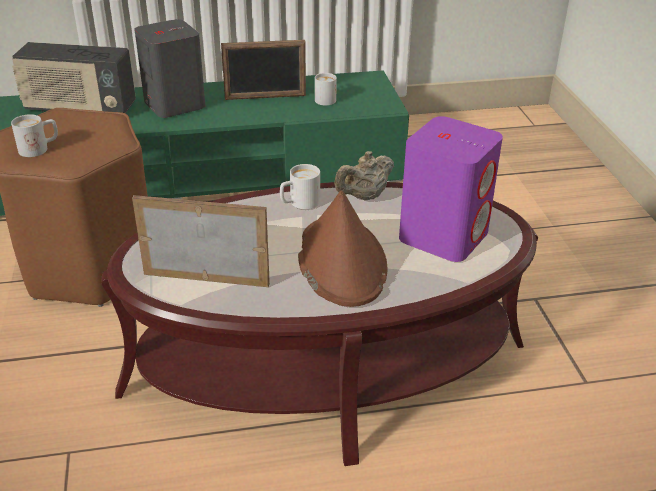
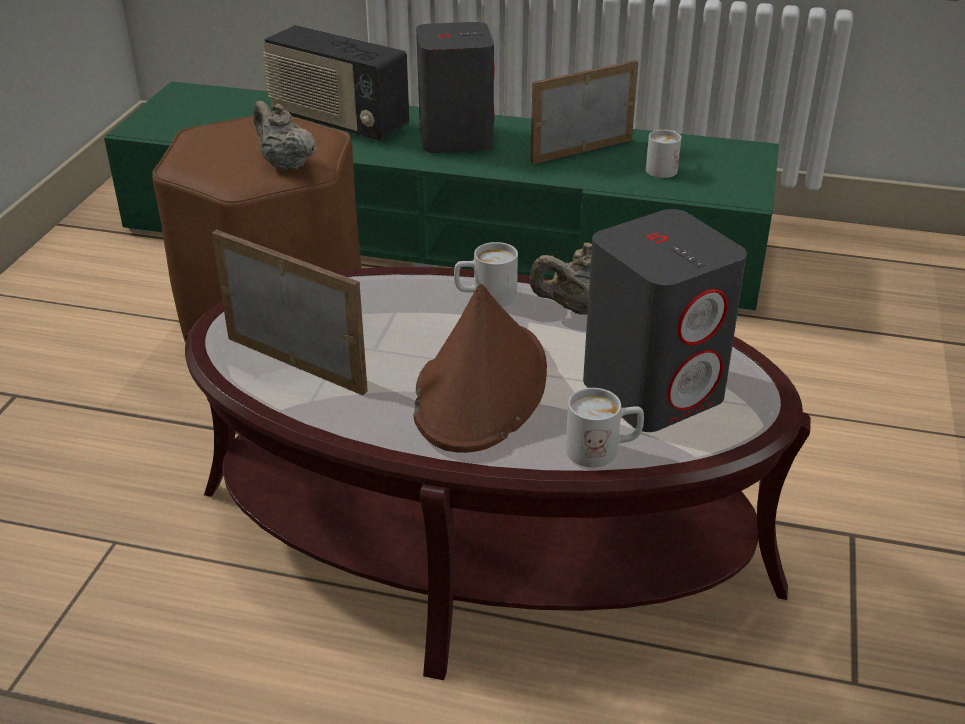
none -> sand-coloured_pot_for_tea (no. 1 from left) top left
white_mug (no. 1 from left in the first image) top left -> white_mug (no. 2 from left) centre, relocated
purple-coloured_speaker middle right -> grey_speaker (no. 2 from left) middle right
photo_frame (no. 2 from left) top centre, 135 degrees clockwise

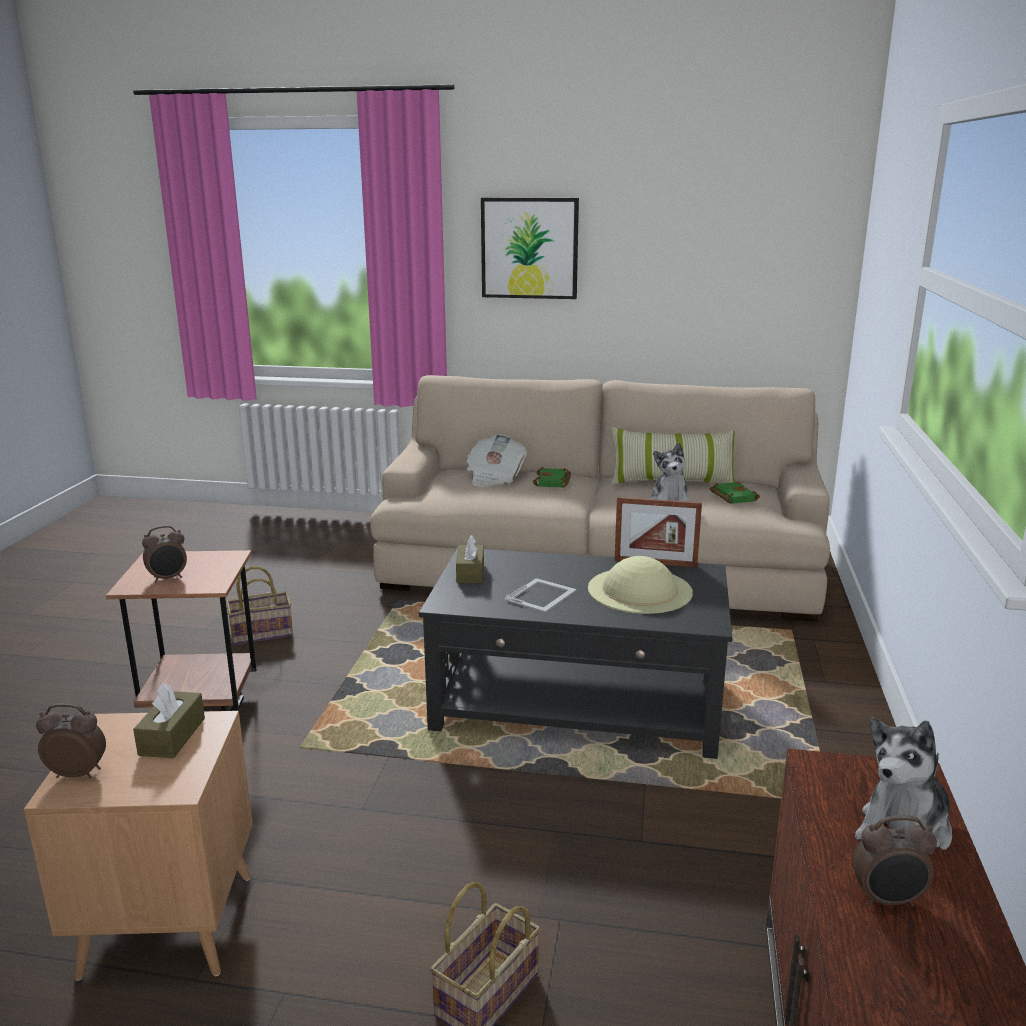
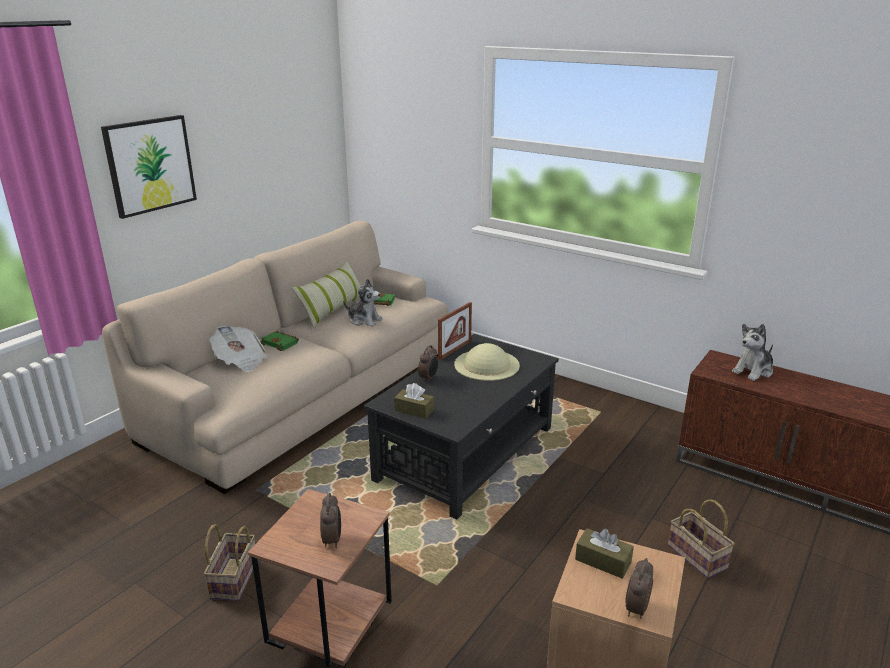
photo_frame (no. 1 from left) centre -> none
bedside_clock (no. 3 from left in the first image) bottom right -> bedside_clock (no. 2 from left) centre, relocated
cuddly_toy (no. 2 from left) bottom right -> cuddly_toy (no. 2 from left) middle right, 75 degrees clockwise

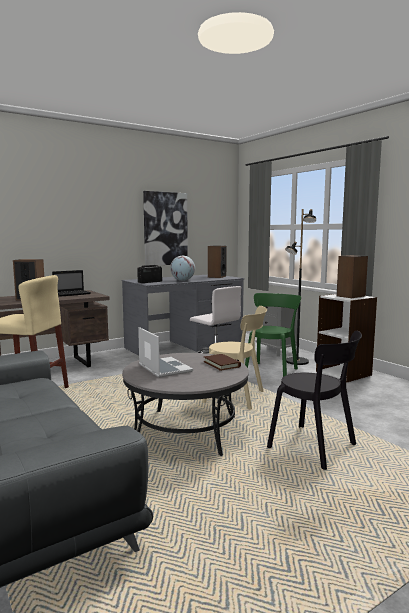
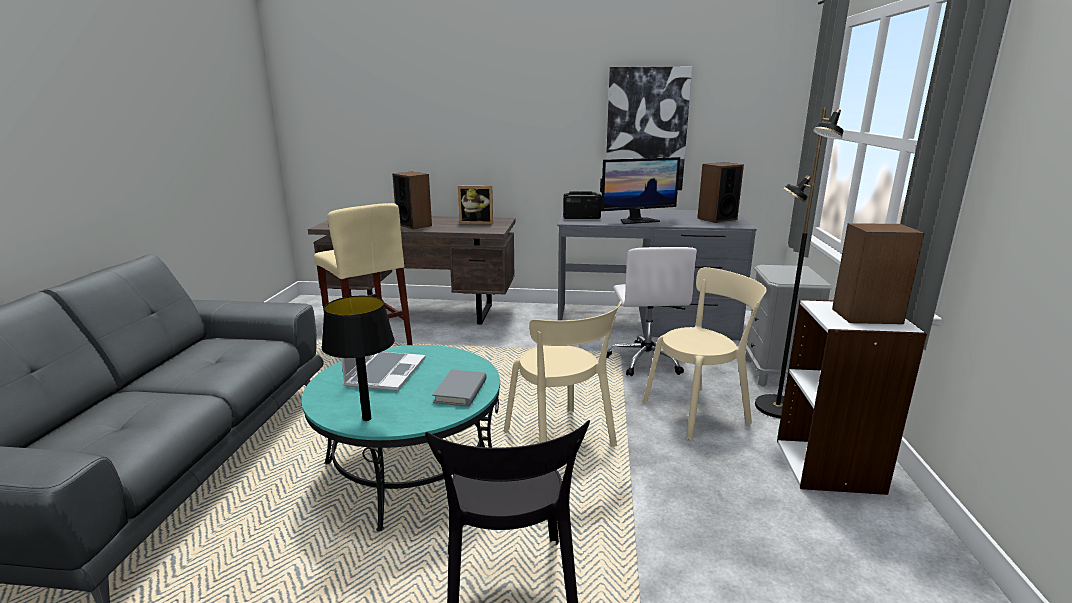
none -> black-coloured_lamp_for_a_table centre
portable_computer (no. 1 from left) middle left -> photo_frame centre
globe centre -> monitor top centre
grey_lounge_table centre -> turquoise-coloured_lounge_table bottom centre
brown-coloured_bound_book centre -> grey_bound_book centre
green_plain_chair middle right -> sand-coloured_plain_chair (no. 2 from left) centre

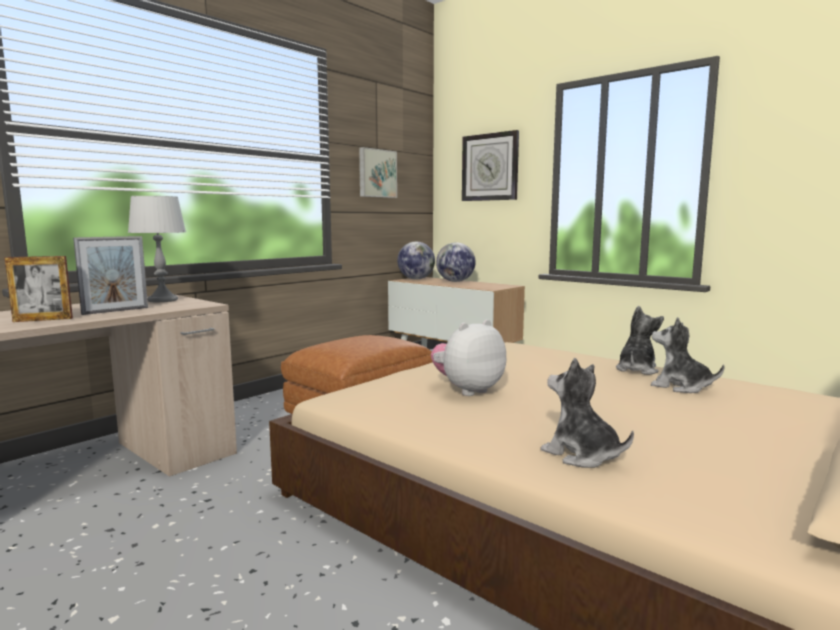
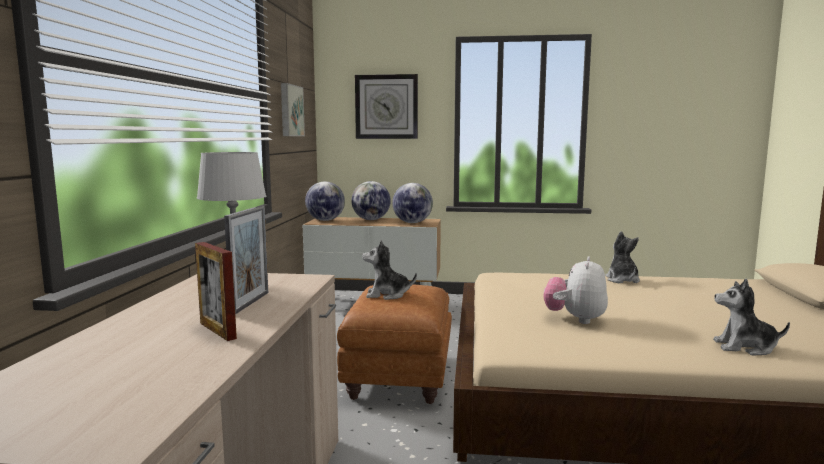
none -> globe (no. 3 from left) centre
cuddly_toy (no. 4 from left in the first image) middle right -> cuddly_toy (no. 1 from left) centre, relocated
photo_frame (no. 1 from left) middle left, 105 degrees clockwise

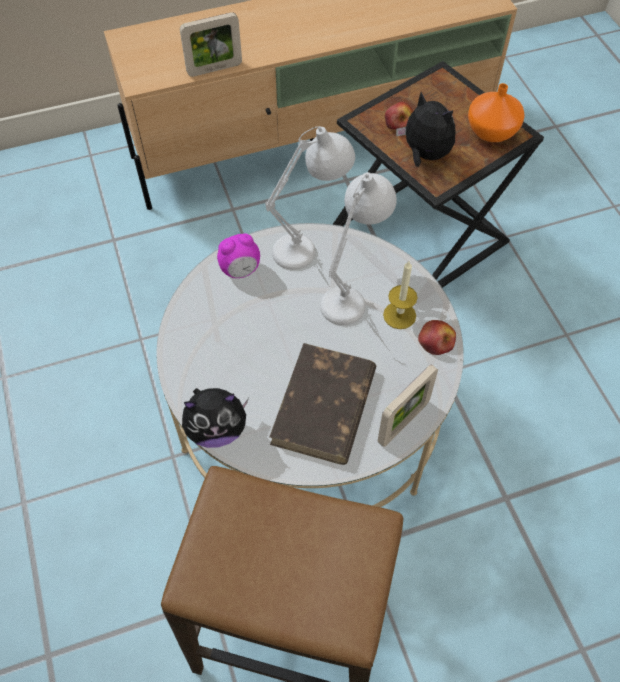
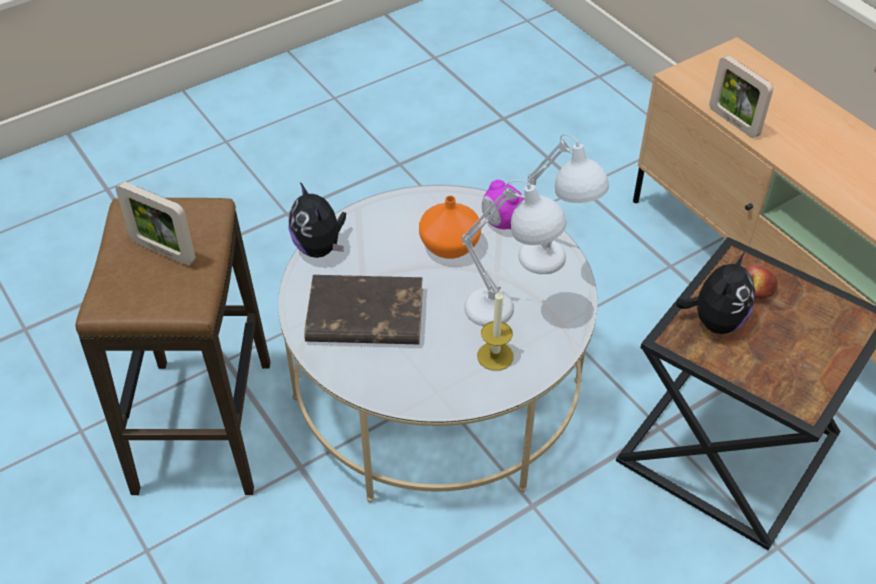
apple_fruit (no. 2 from left) middle right -> none
photo_frame (no. 2 from left in the first image) centre -> photo_frame (no. 1 from left) middle left, relocated
orange-coloured_vase top right -> orange-coloured_vase centre, relocated

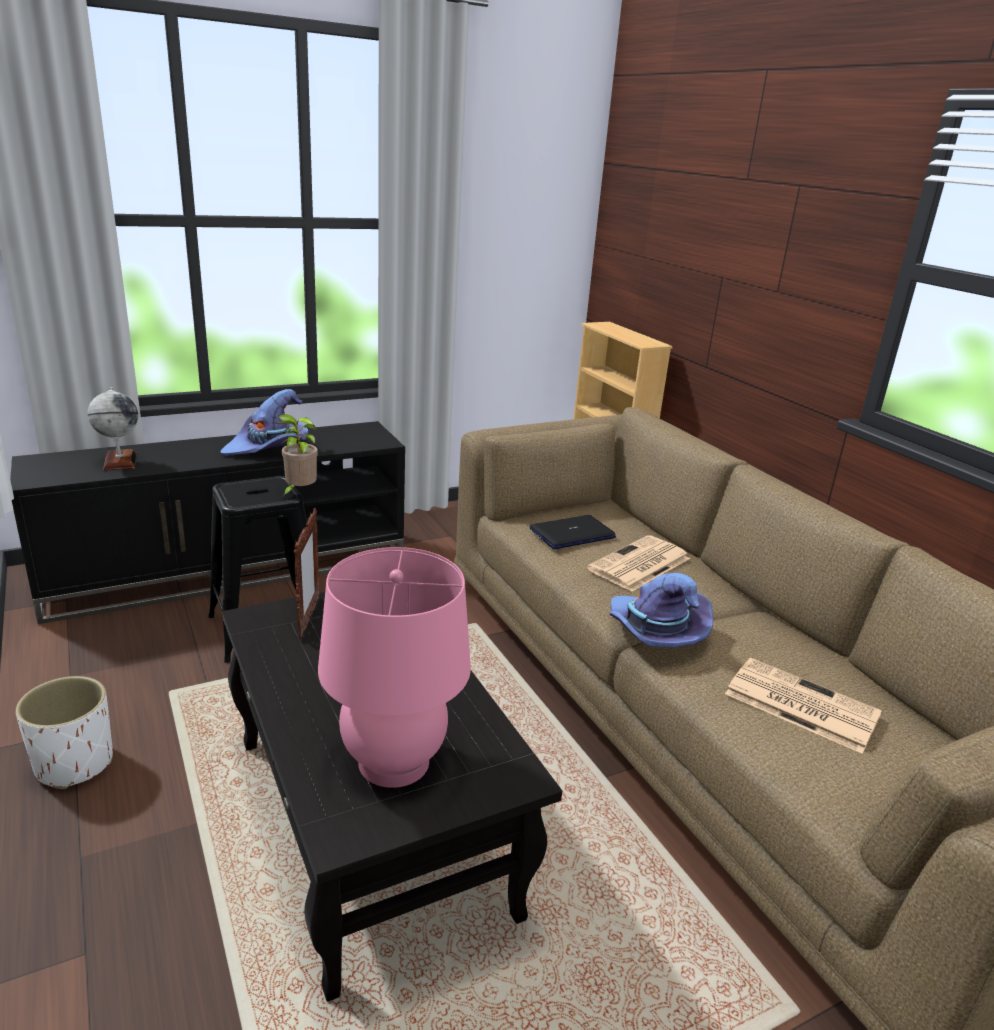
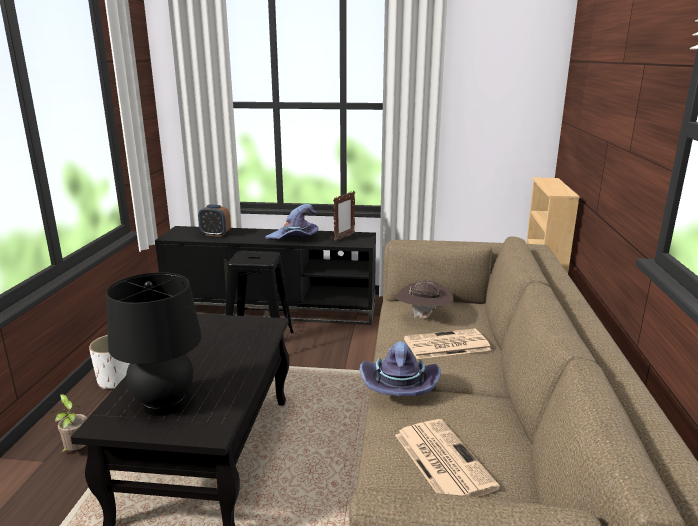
potted_plant middle left -> potted_plant bottom left, relocated
photo_frame middle left -> photo_frame centre, relocated
globe middle left -> bedside_clock middle left
portable_computer centre -> brown-coloured_clothing_hat centre
pink_lamp_for_a_table centre -> black-coloured_lamp_for_a_table middle left

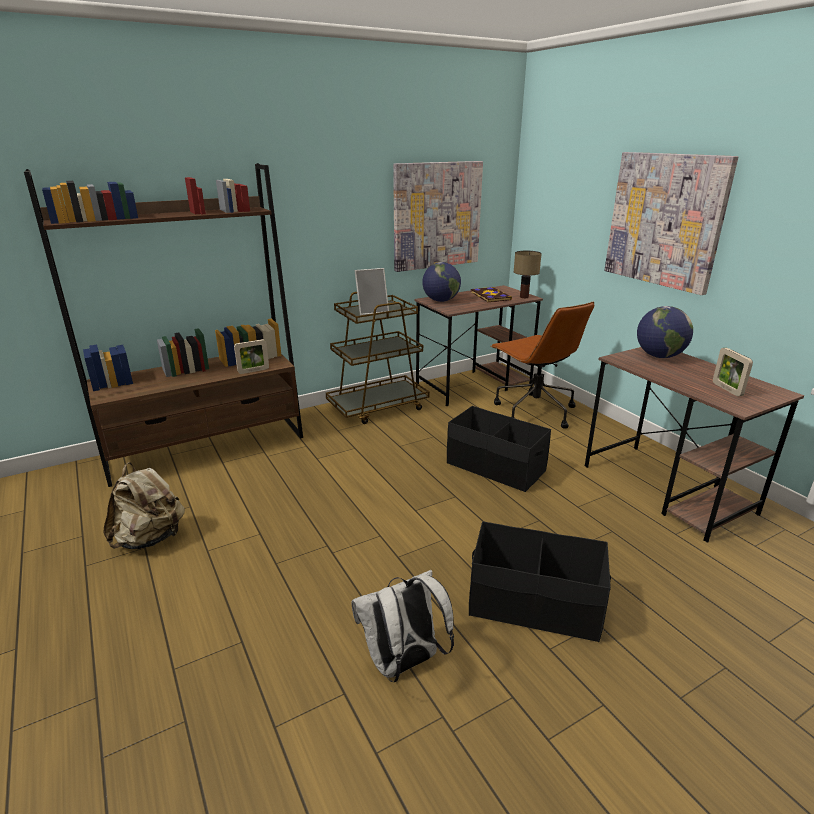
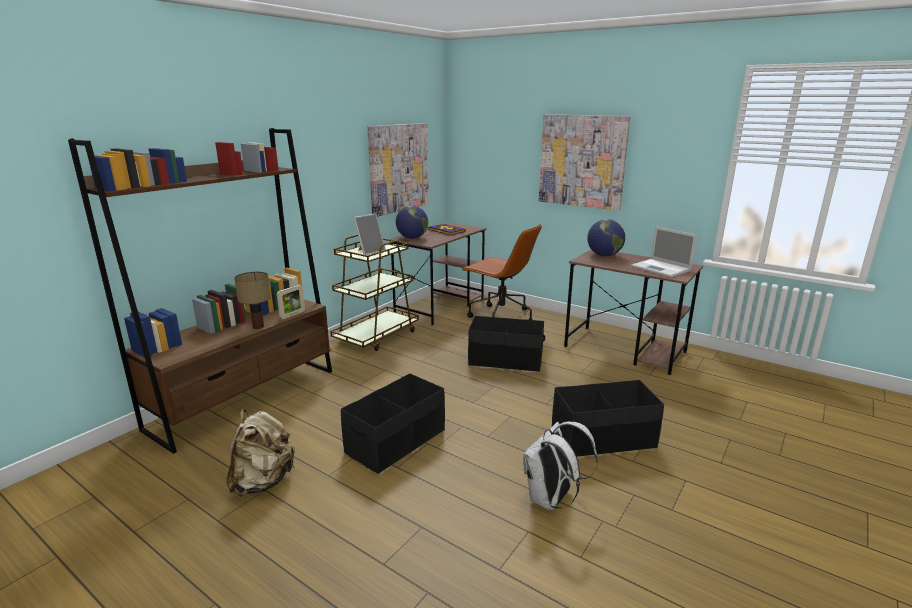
none -> black-coloured_storage_box (no. 1 from left) bottom centre
lamp_for_a_table centre -> lamp_for_a_table middle left, relocated
photo_frame (no. 3 from left) middle right -> portable_computer middle right

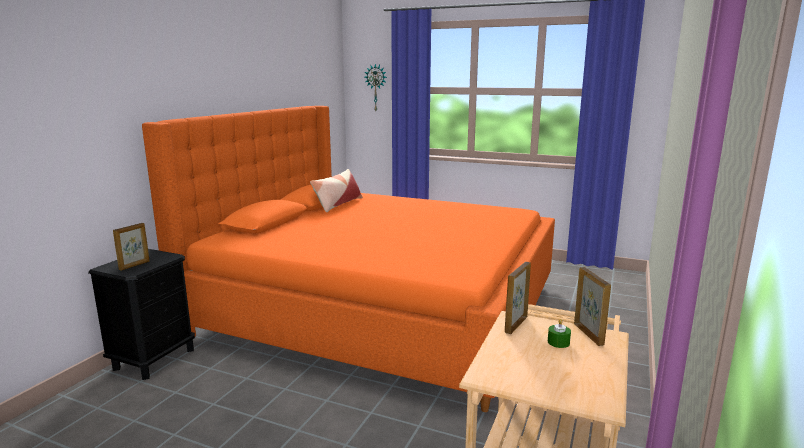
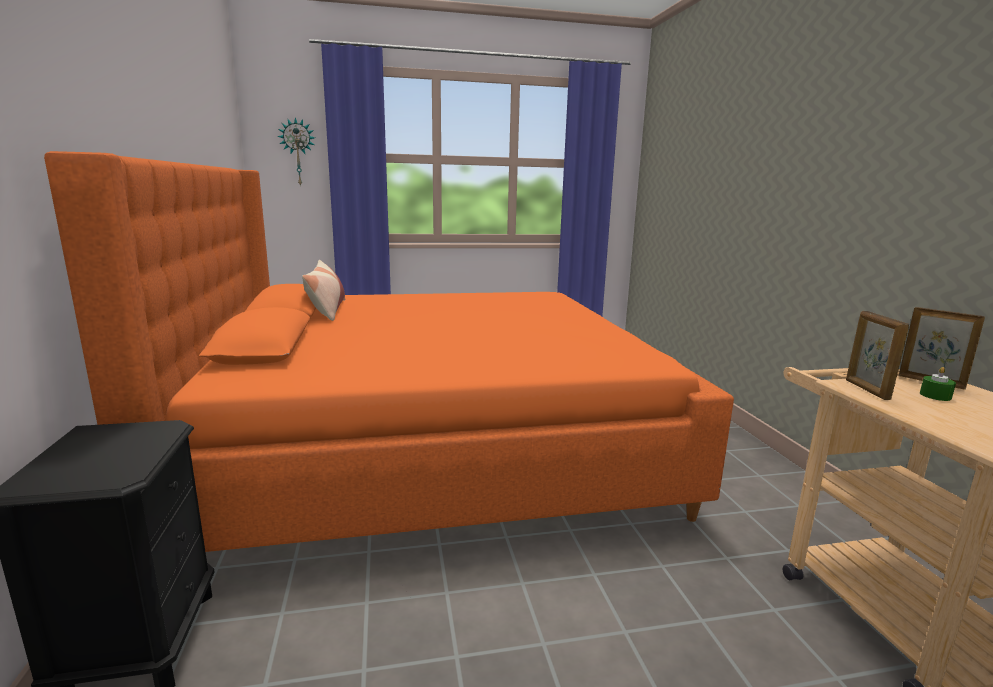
photo_frame (no. 1 from left) middle left -> none

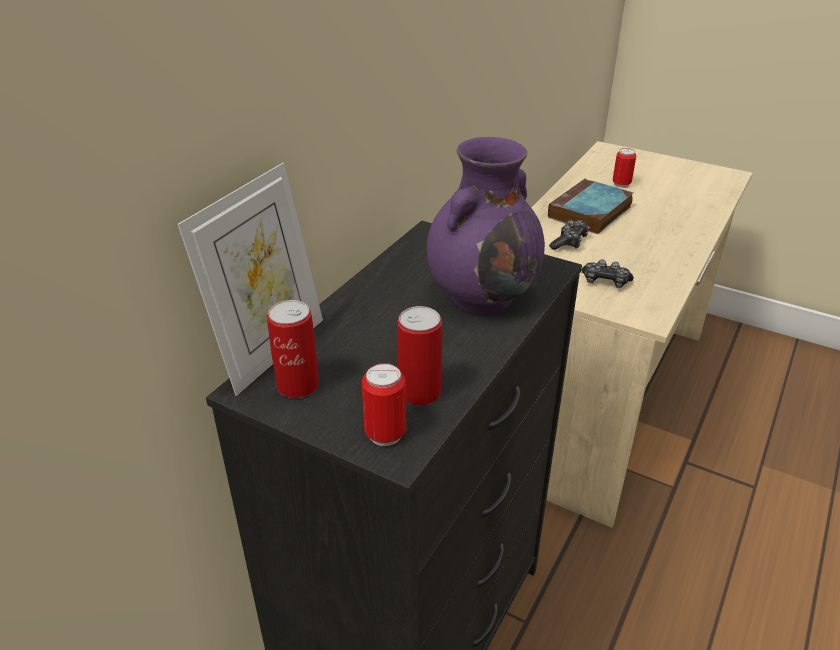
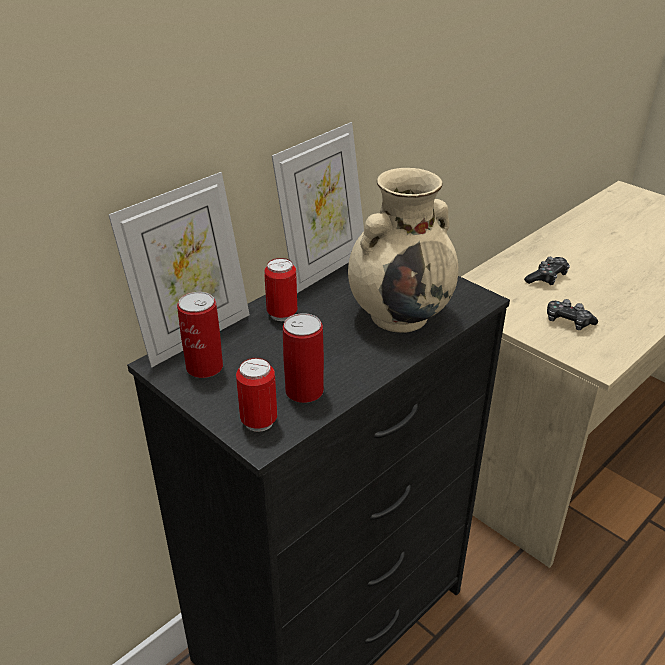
bound_book top right -> none
none -> photo_frame (no. 2 from left) top centre
sealed_can (no. 4 from left in the first image) top right -> sealed_can (no. 3 from left) centre, relocated
purple-coloured_vase centre -> sand-coloured_vase centre

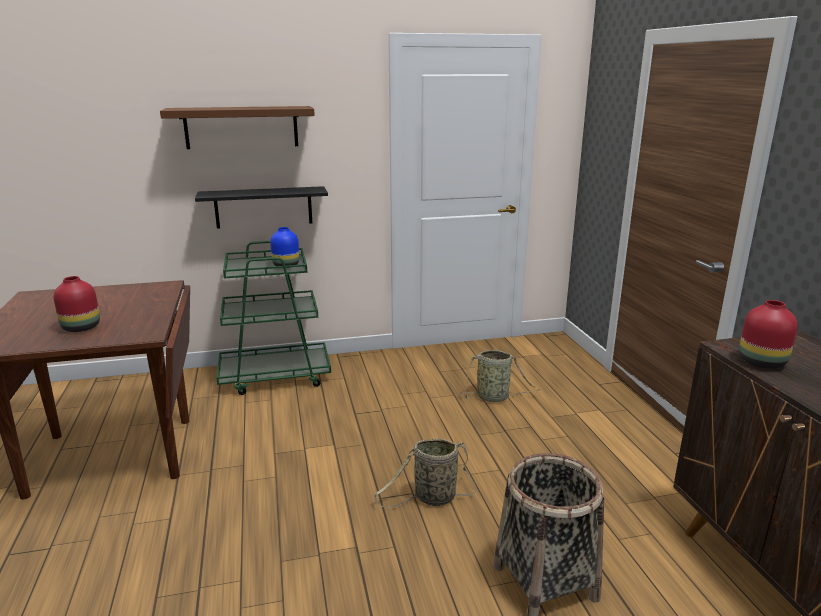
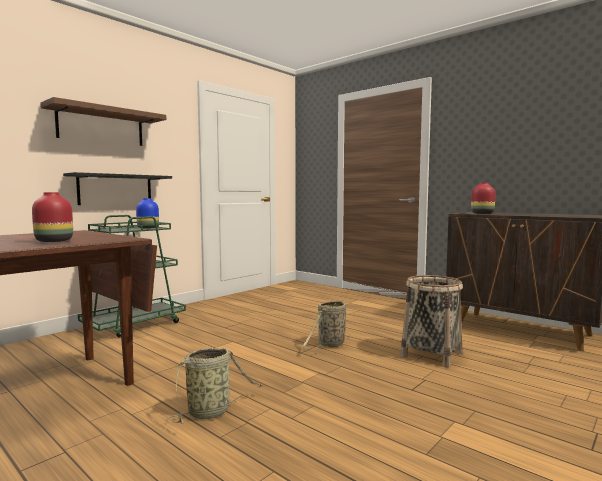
household_basket (no. 2 from left in the first image) centre -> household_basket (no. 1 from left) bottom centre, relocated

